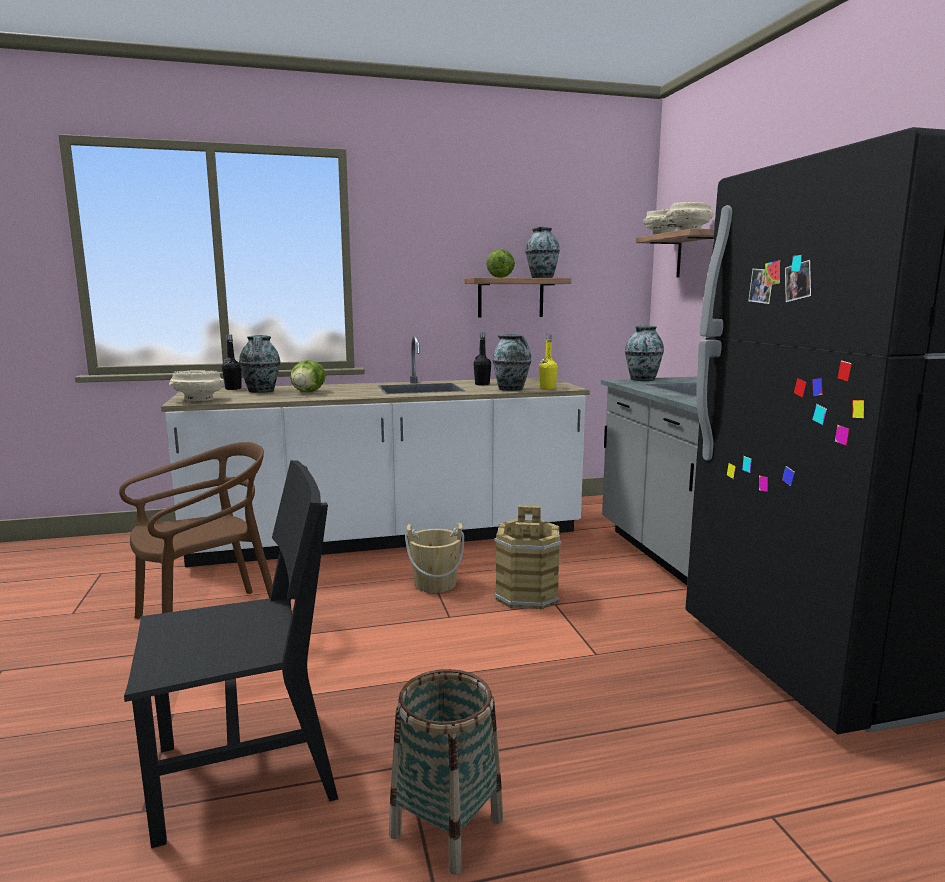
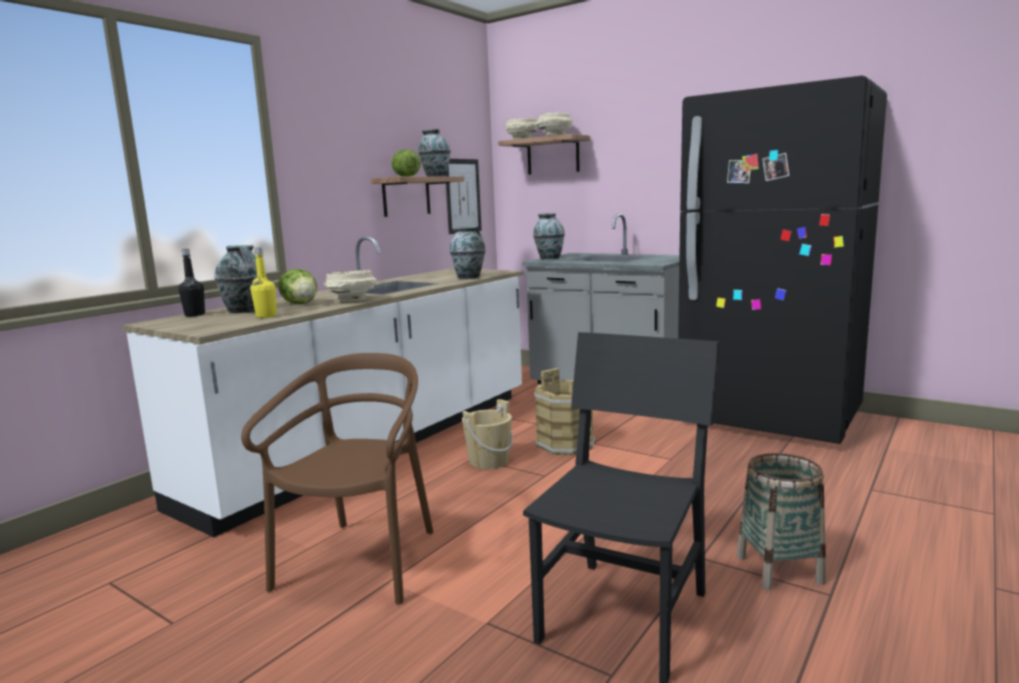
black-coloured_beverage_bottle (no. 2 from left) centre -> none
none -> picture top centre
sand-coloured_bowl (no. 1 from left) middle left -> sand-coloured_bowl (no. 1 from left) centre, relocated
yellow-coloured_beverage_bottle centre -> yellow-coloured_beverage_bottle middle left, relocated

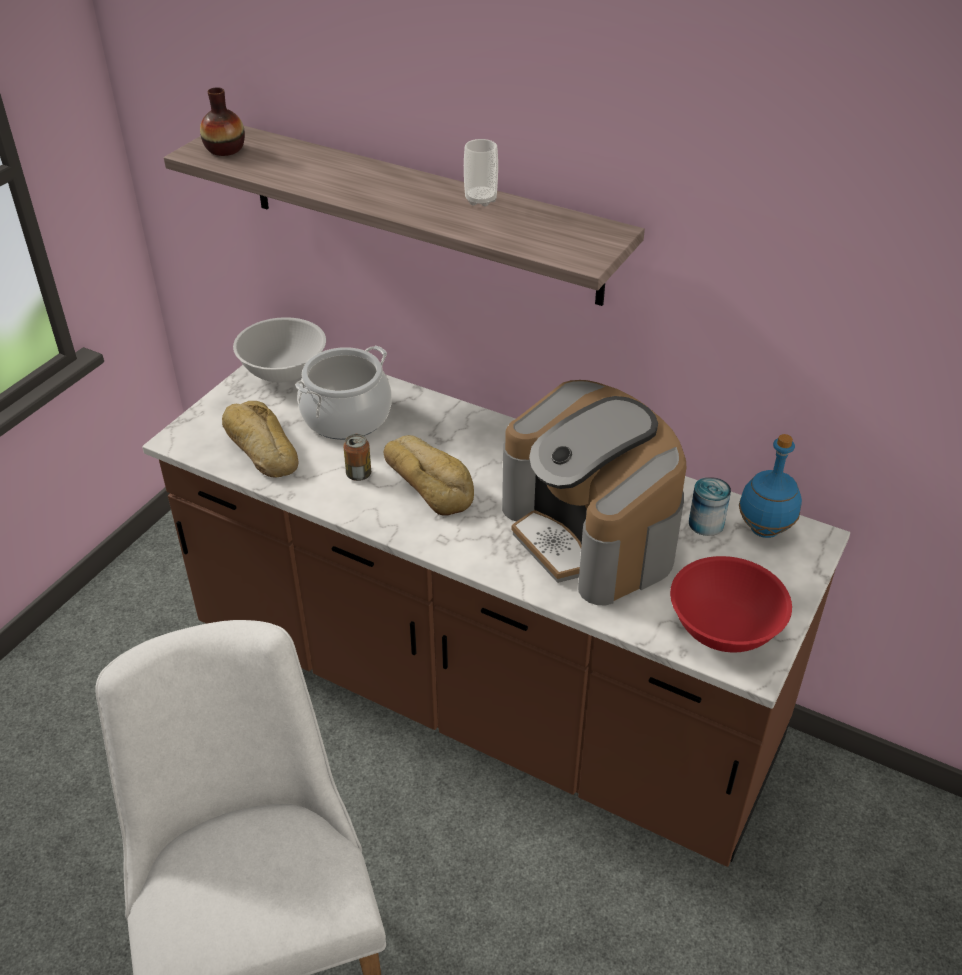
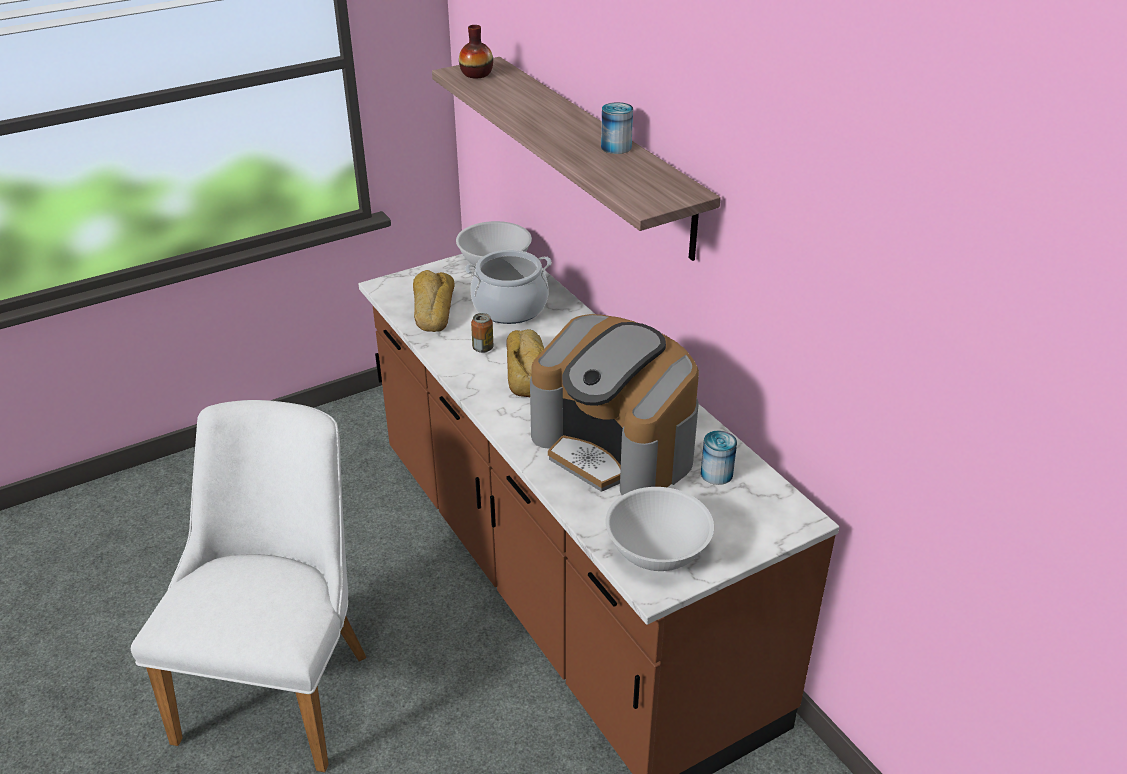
bluish_beverage_bottle middle right -> none
small_cup top centre -> sealed_can (no. 2 from left) top centre
red-coloured_bowl middle right -> white_bowl (no. 2 from left) bottom centre
coffee_brewer centre, 45 degrees counterclockwise

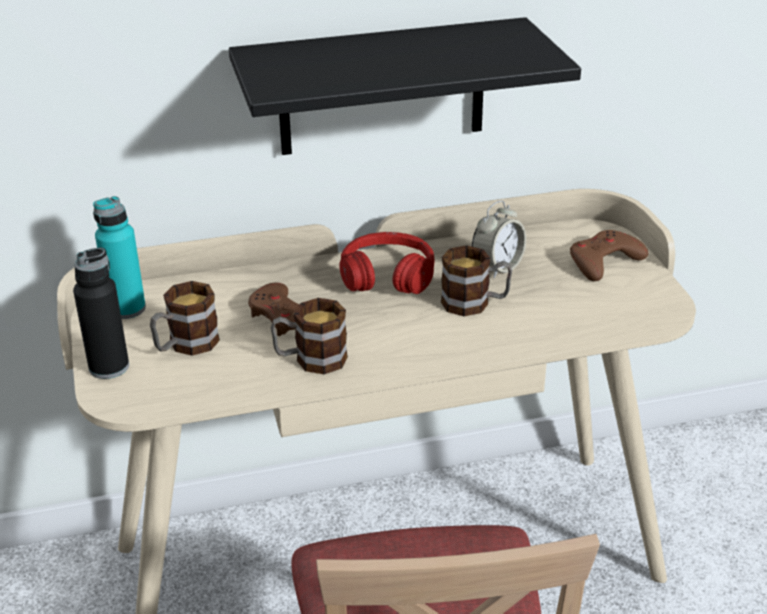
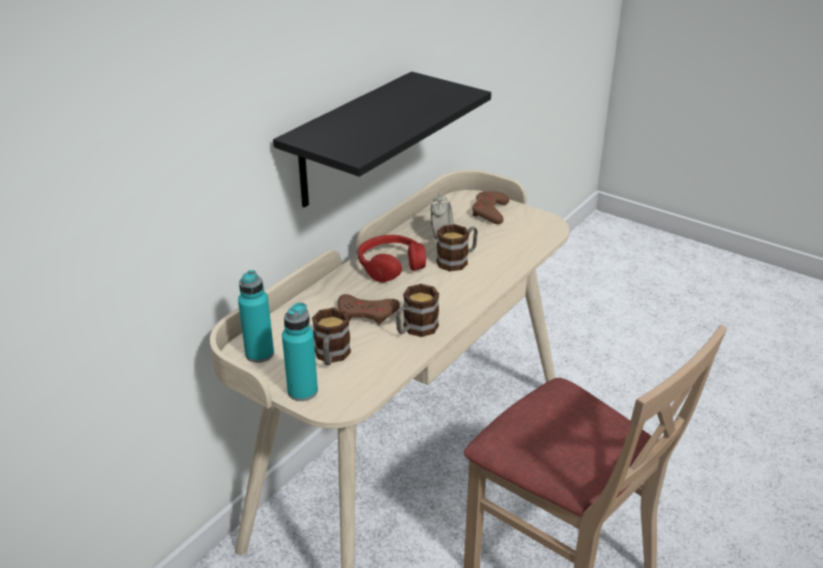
black-coloured_beverage_bottle middle left -> turquoise-coloured_beverage_bottle (no. 2 from left) centre

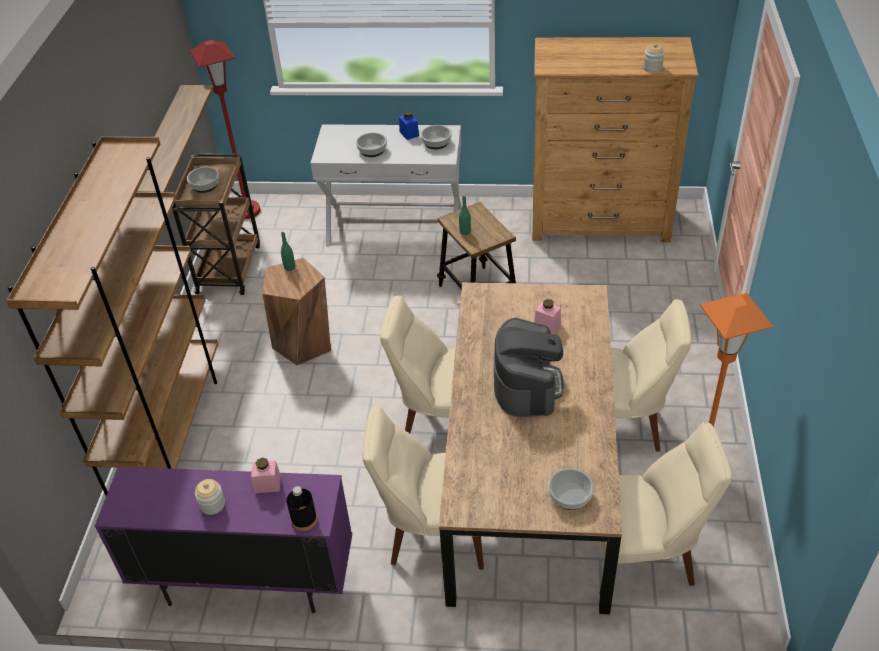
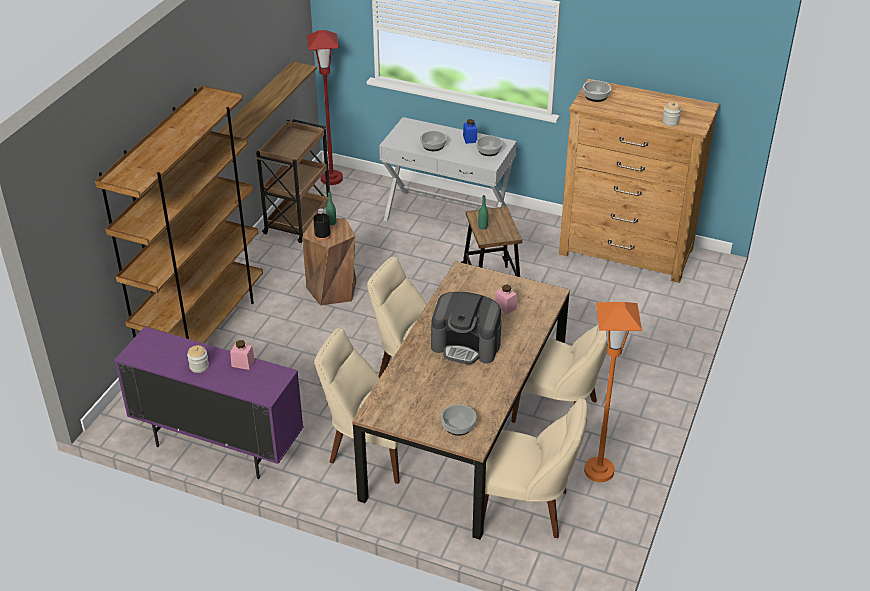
bowl (no. 1 from left in the first image) top left -> bowl (no. 4 from left) top right, relocated
black-coloured_beverage_bottle bottom centre -> black-coloured_beverage_bottle centre, relocated
coffee_brewer centre, 90 degrees clockwise

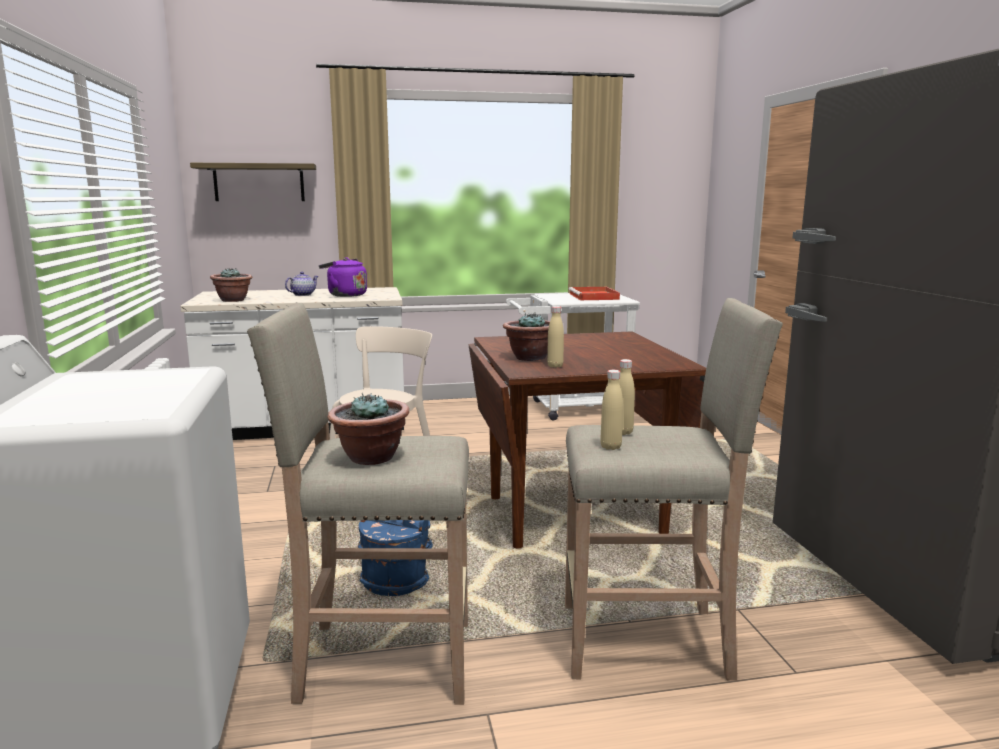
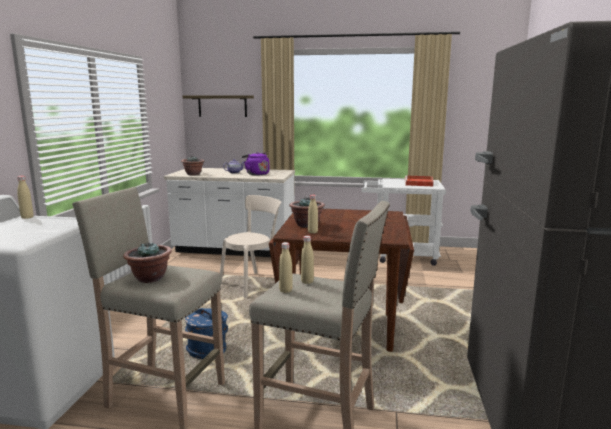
none -> sand-coloured_beverage_bottle (no. 1 from left) middle left

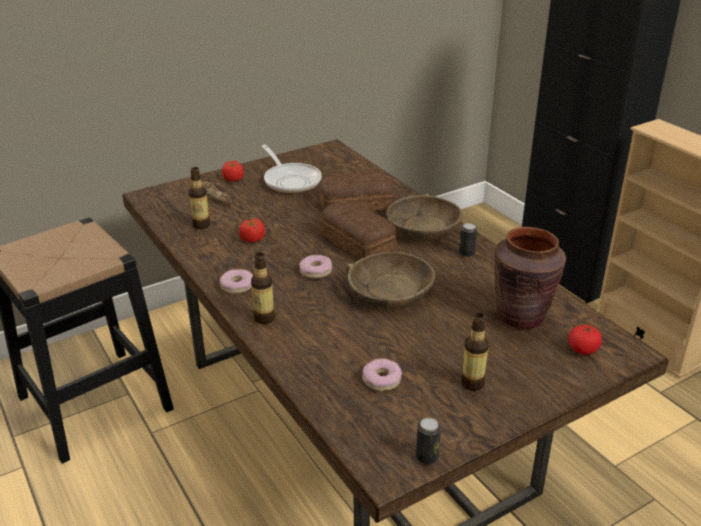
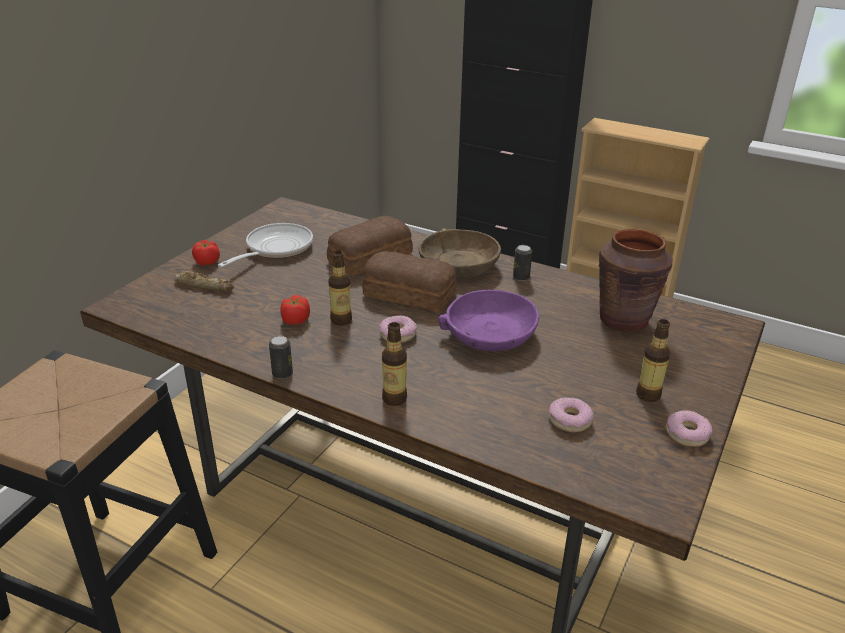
fresh_tomato (no. 3 from left) middle right -> none
beverage_bottle (no. 1 from left) middle left -> beverage_bottle (no. 1 from left) centre, relocated
donut (no. 1 from left in the first image) centre -> donut (no. 3 from left) bottom right, relocated
sealed_can (no. 1 from left) bottom centre -> sealed_can (no. 1 from left) middle left, relocated
brown-coloured_bowl (no. 1 from left) centre -> purple-coloured_bowl centre
pan top centre -> pan middle left, 90 degrees counterclockwise

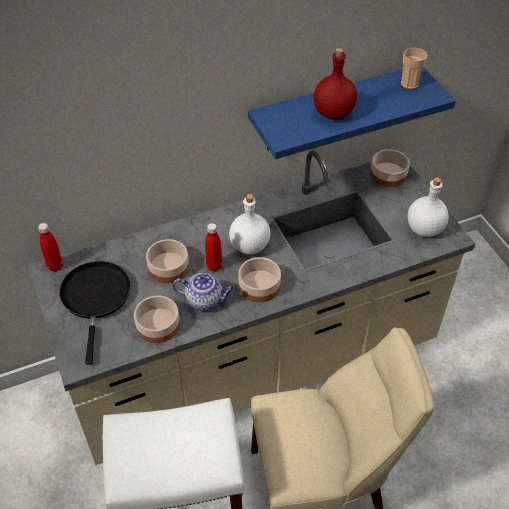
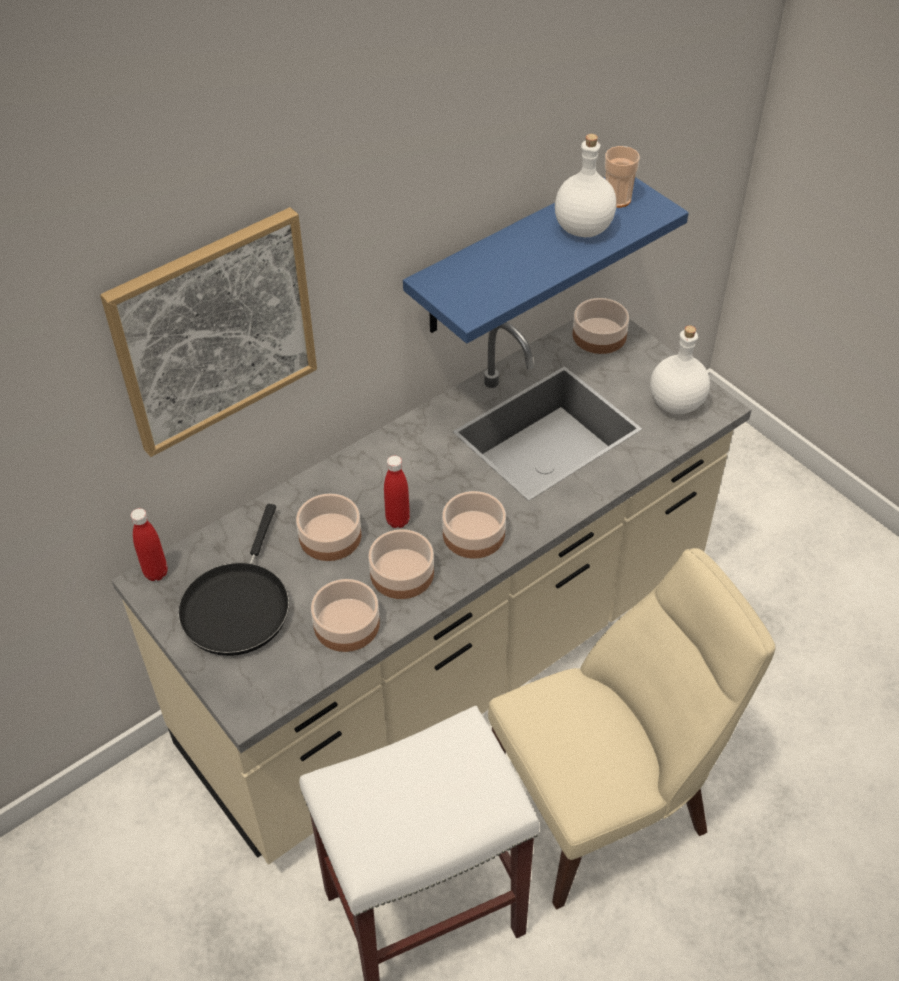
red-coloured_beverage_bottle (no. 3 from left) top centre -> none
none -> picture middle left
white_beverage_bottle (no. 1 from left) centre -> white_beverage_bottle (no. 1 from left) top centre, relocated
pot_for_tea centre -> bowl (no. 3 from left) centre
black-coloured_pan middle left, 150 degrees counterclockwise

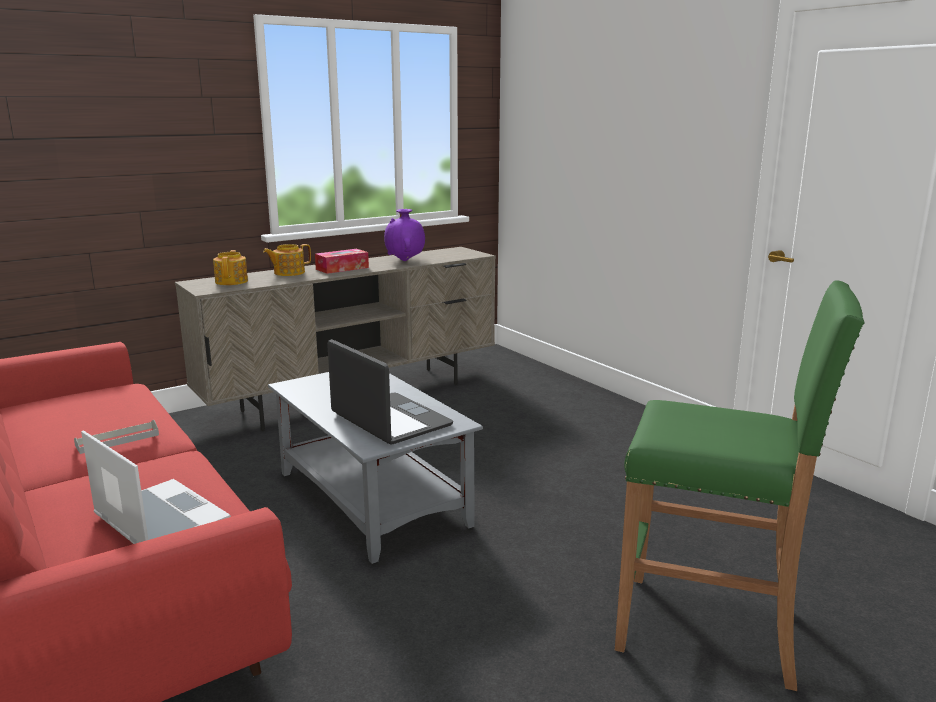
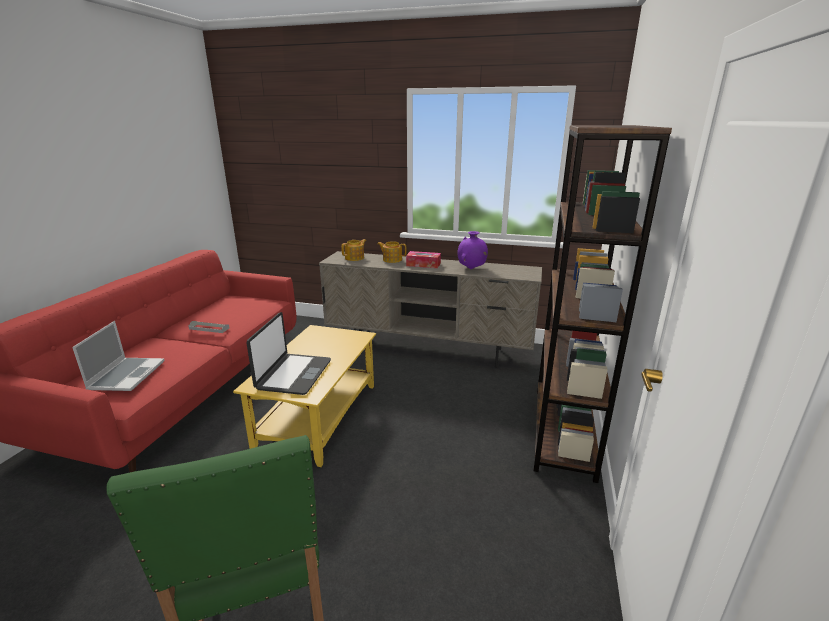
none -> brown-coloured_shelving_unit middle right
grey_lounge_table bottom centre -> yellow-coloured_lounge_table centre

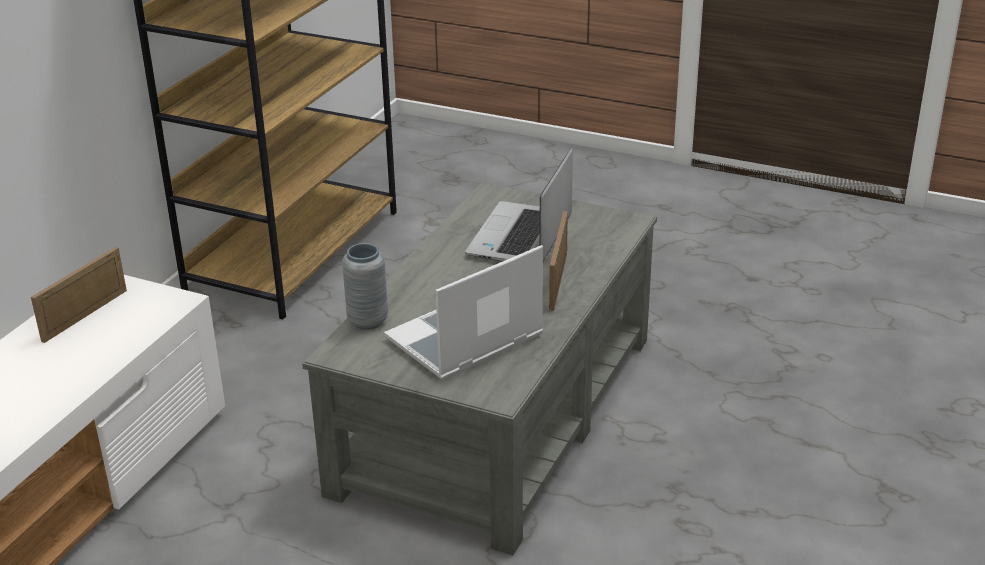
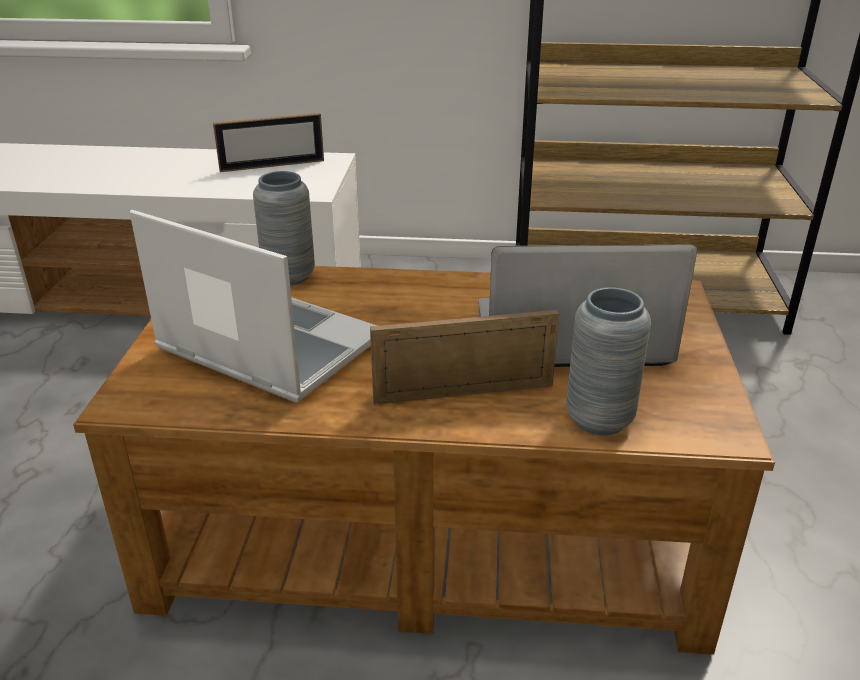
none -> grey_vase (no. 2 from left) middle right
grey_lounge_table centre -> brown-coloured_lounge_table bottom centre
photo_frame (no. 1 from left) middle left -> photo_frame (no. 1 from left) top left, 150 degrees clockwise

